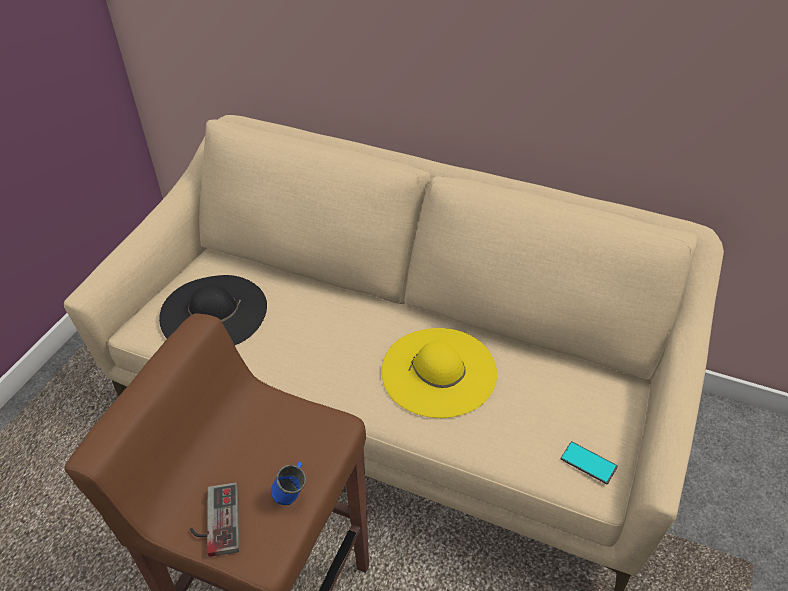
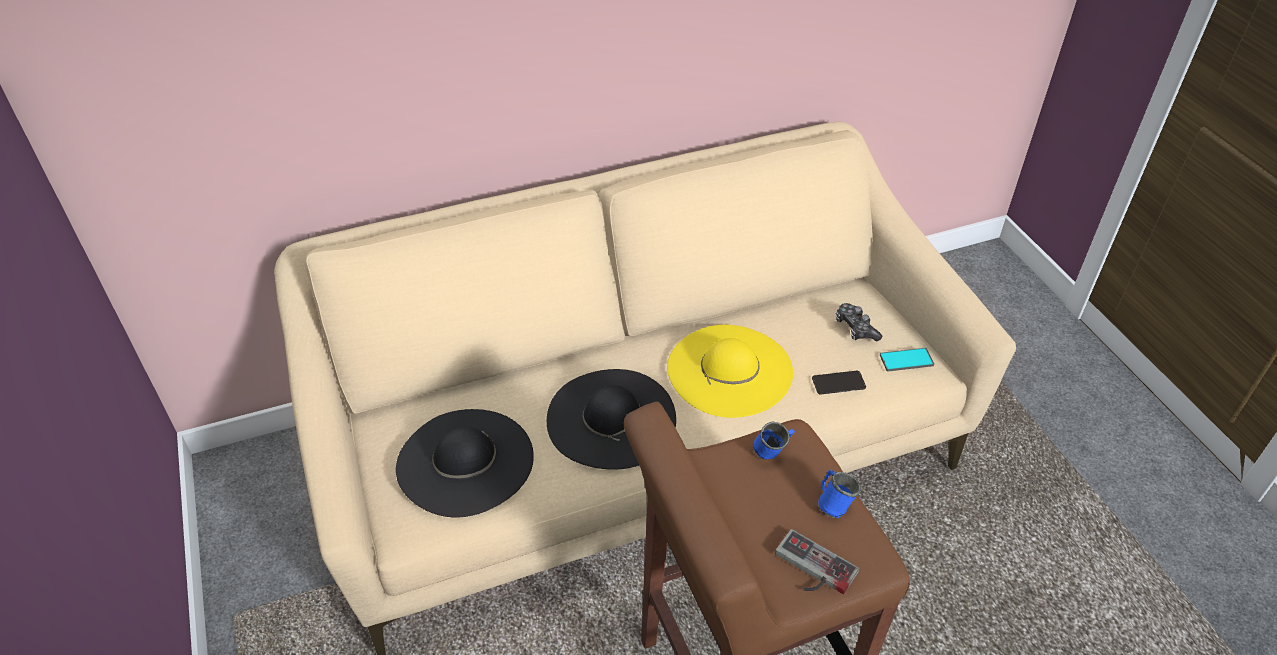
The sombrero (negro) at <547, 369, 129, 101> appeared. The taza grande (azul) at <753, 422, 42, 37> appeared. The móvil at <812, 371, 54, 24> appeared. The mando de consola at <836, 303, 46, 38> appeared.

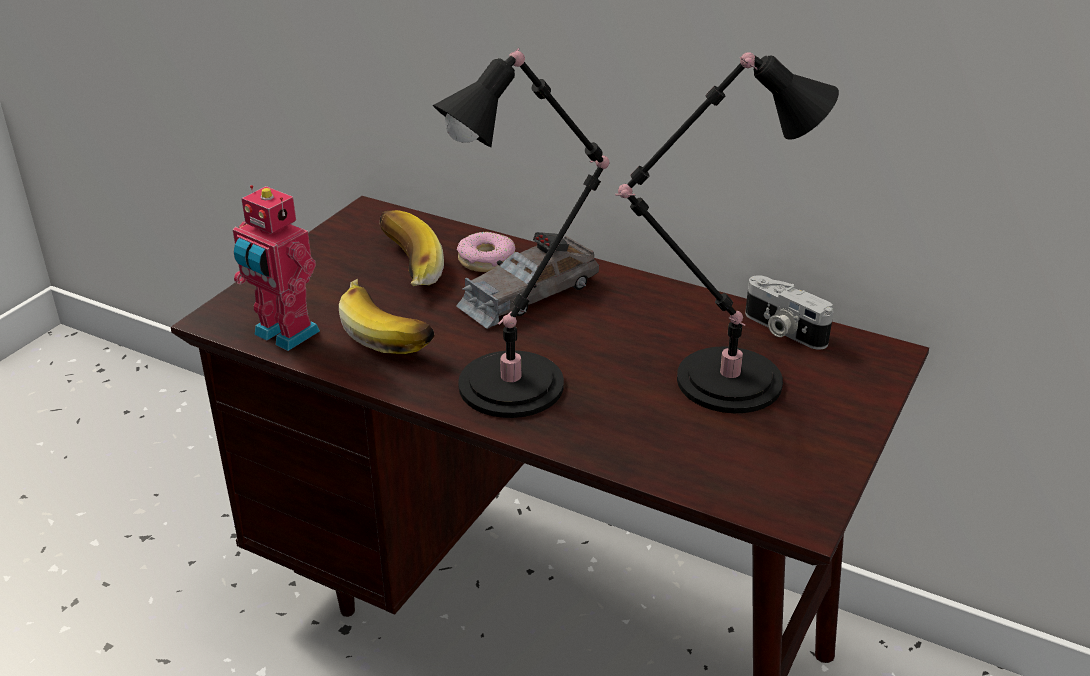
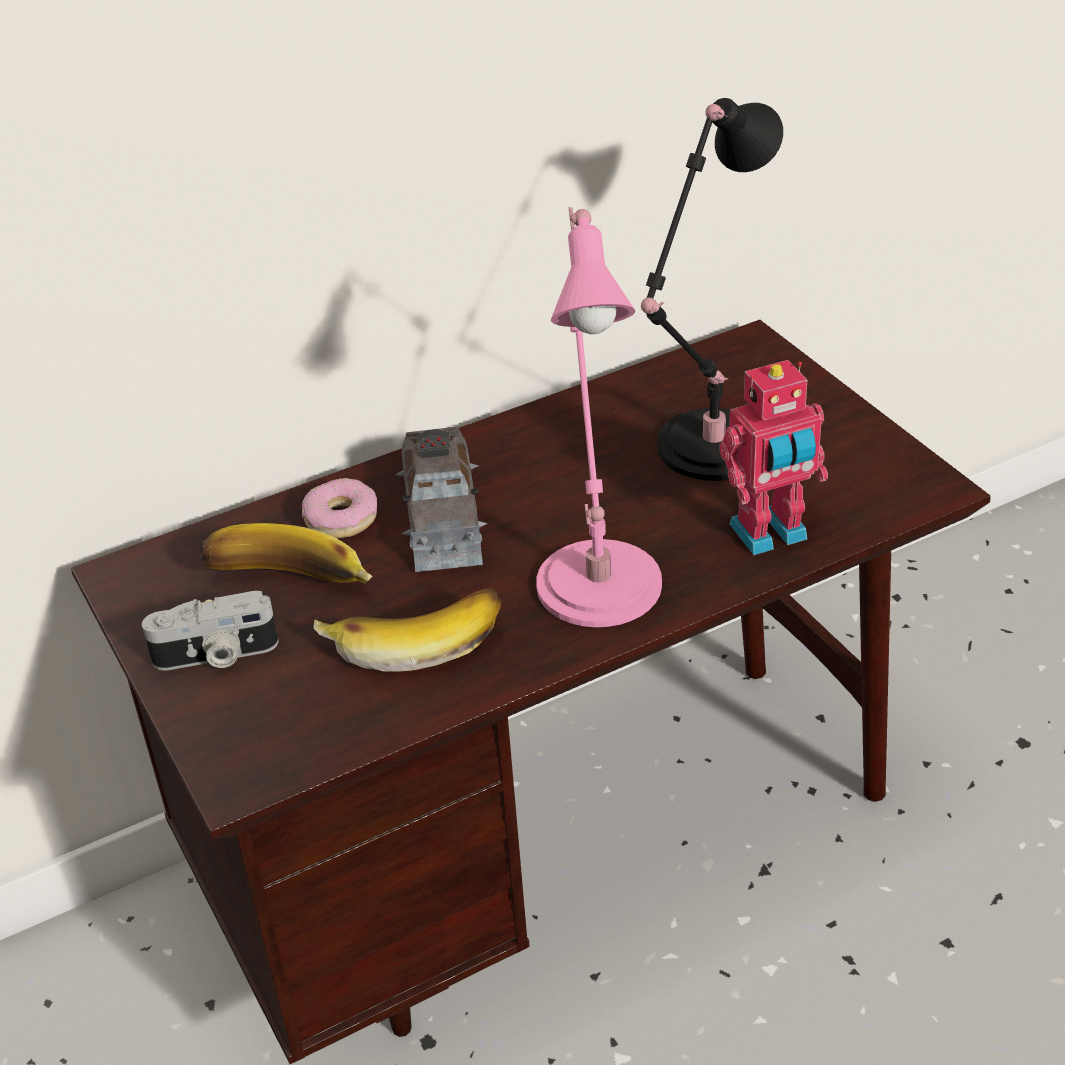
The robot de juguete moved from <233, 185, 87, 166> to <719, 360, 109, 195>. The cámara moved from <745, 275, 89, 74> to <142, 591, 137, 80>. The lámpara de mesa (negro) at <433, 48, 176, 370> became the lámpara de mesa (rosa) at <536, 207, 126, 420>.

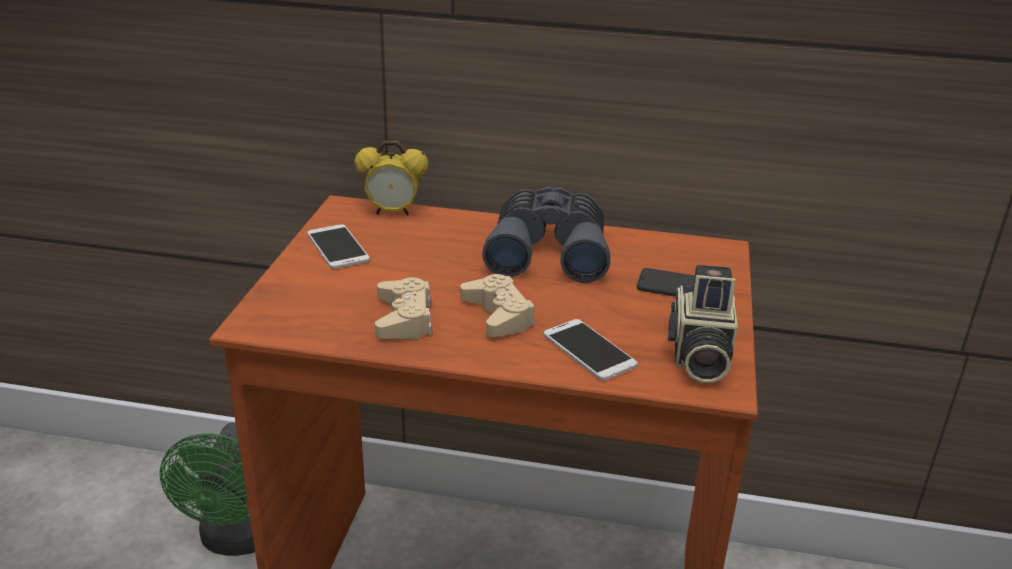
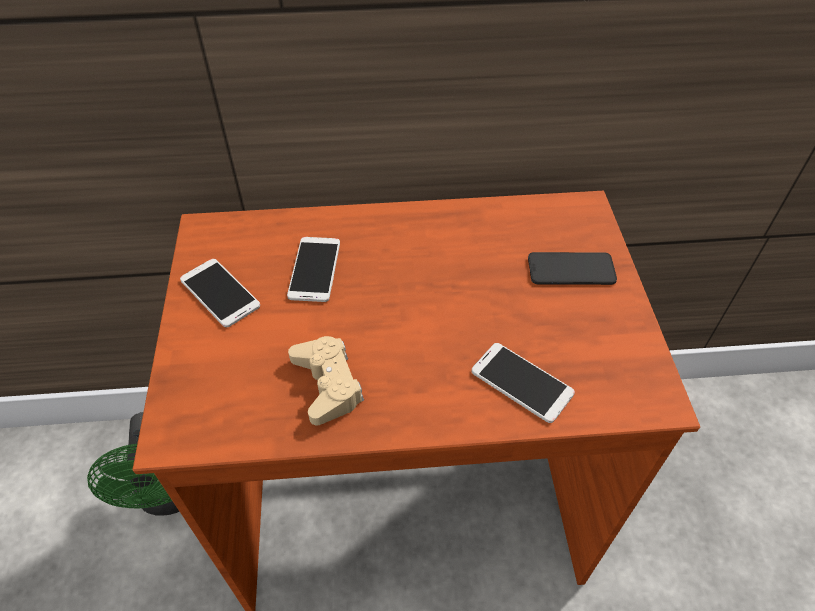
The despertador at <354, 141, 74, 74> disappeared. The mando de consola (beis) at <460, 274, 75, 63> disappeared. The prismáticos (gris) at <482, 186, 128, 97> disappeared. The cámara at <668, 265, 70, 118> disappeared. The móvil at <287, 237, 53, 65> appeared.

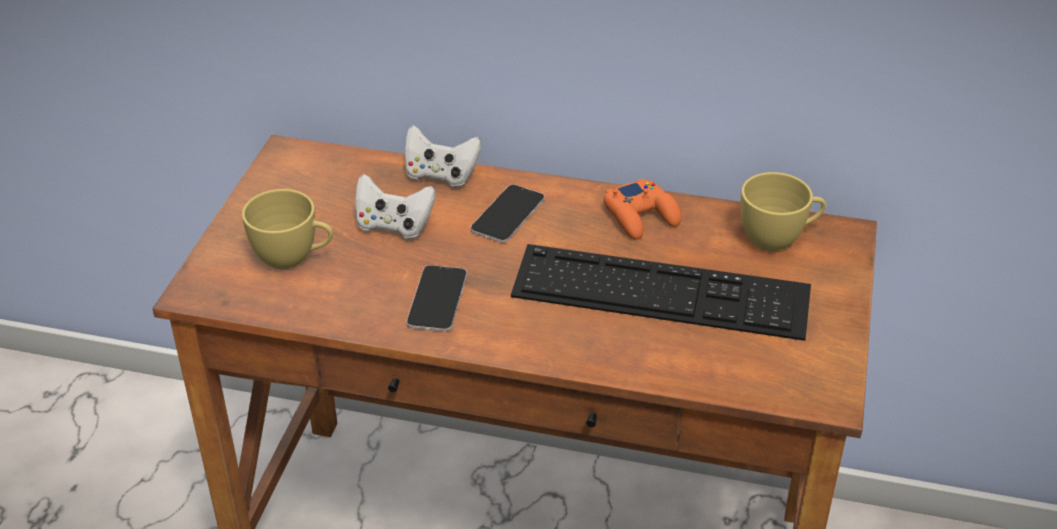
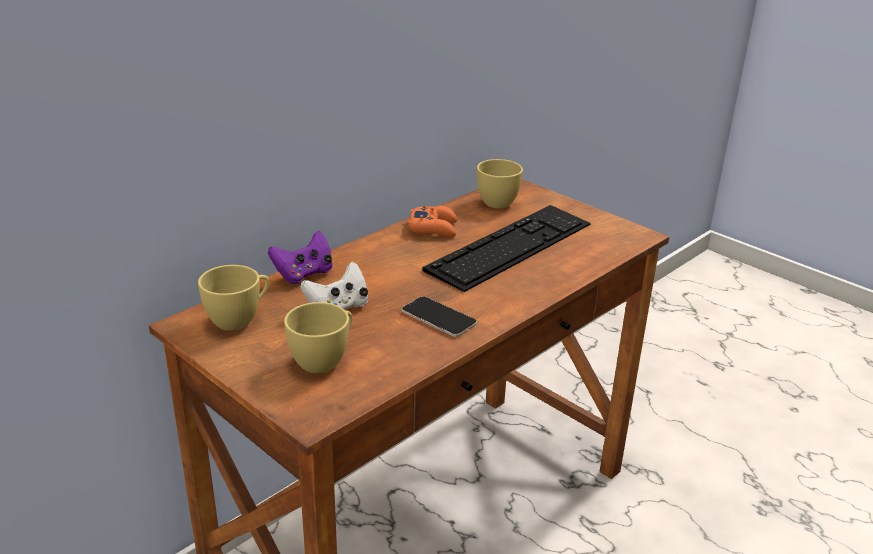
The móvil at <470, 184, 75, 59> disappeared. The taza (amarillo) at <198, 265, 72, 66> appeared. The mando de consola (blanco) at <404, 125, 78, 62> became the mando de consola (morado) at <268, 230, 65, 54>.

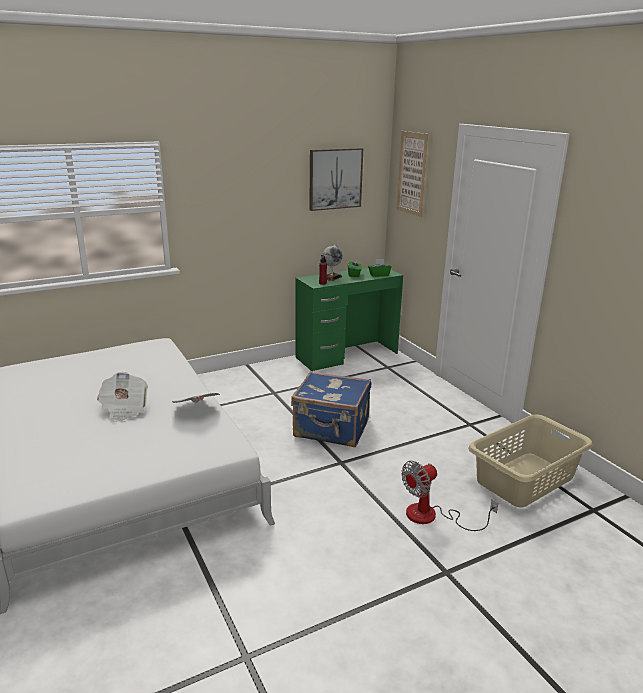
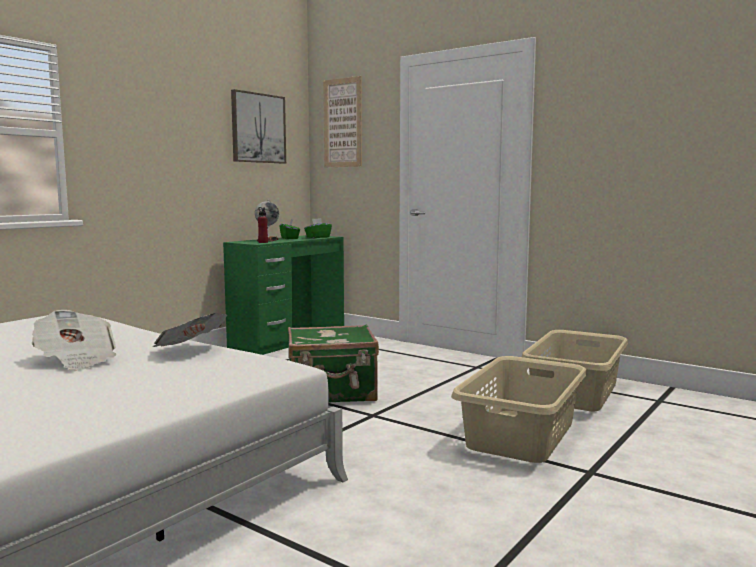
The ventilador at <401, 461, 97, 70> was replaced by the cesto de la ropa (beis) at <451, 356, 136, 107>. The maleta (azul) at <291, 371, 80, 76> became the maleta (verde) at <288, 324, 91, 78>.

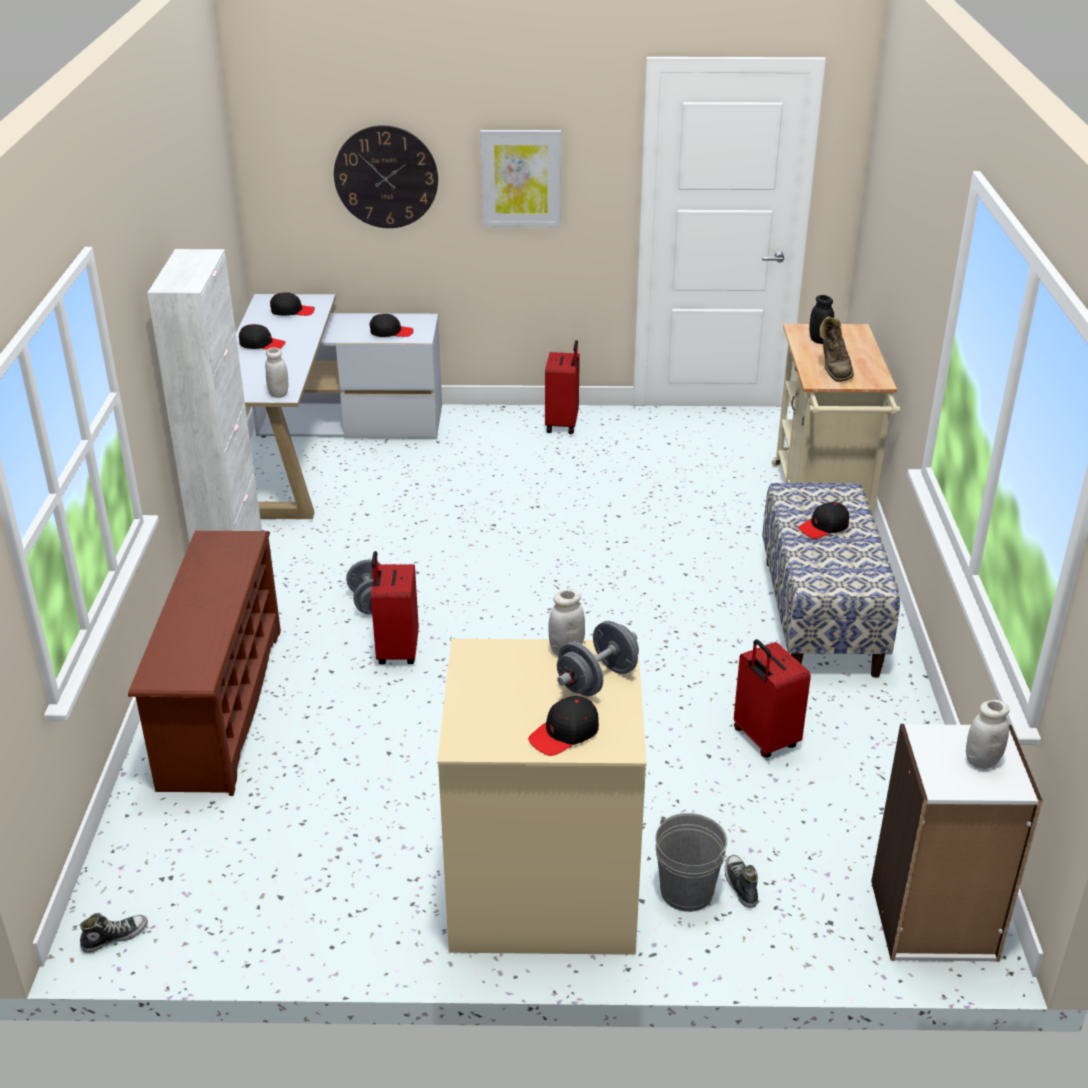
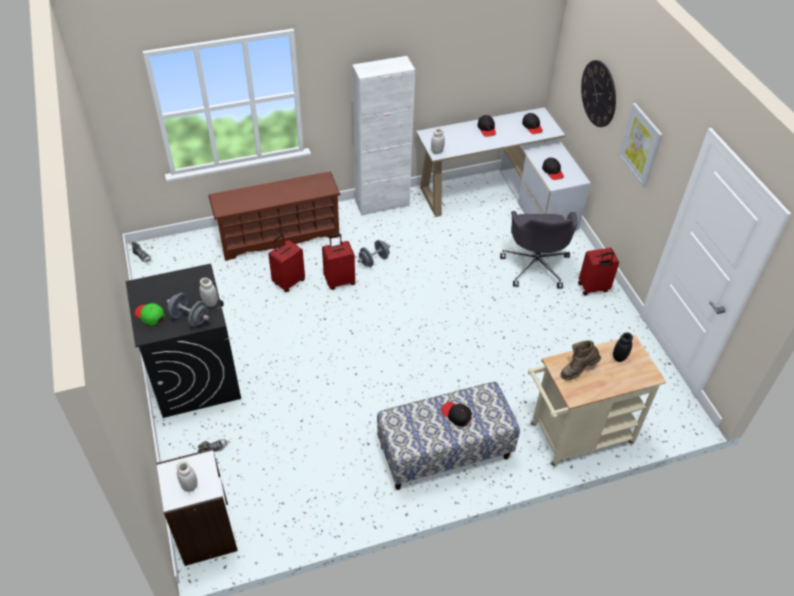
The cubo (gris) at <655, 813, 72, 99> disappeared. The silla de oficina (gris) at <500, 211, 77, 77> appeared. The maleta (rojo) moved from <734, 639, 77, 119> to <268, 235, 37, 57>. The lavadora (beis) at <437, 639, 210, 316> became the lavadora (negro) at <126, 264, 115, 154>. The gorra (negro) at <528, 696, 71, 60> became the gorra (verde) at <134, 303, 31, 22>.

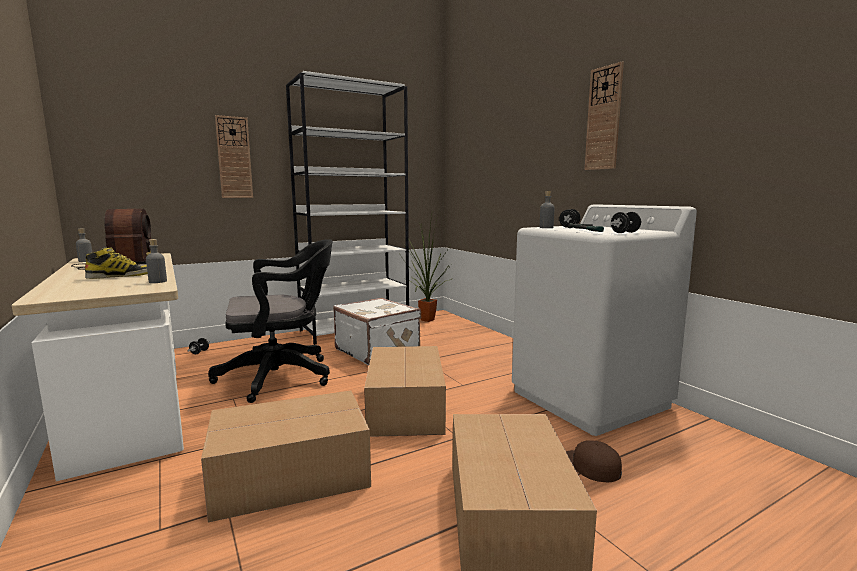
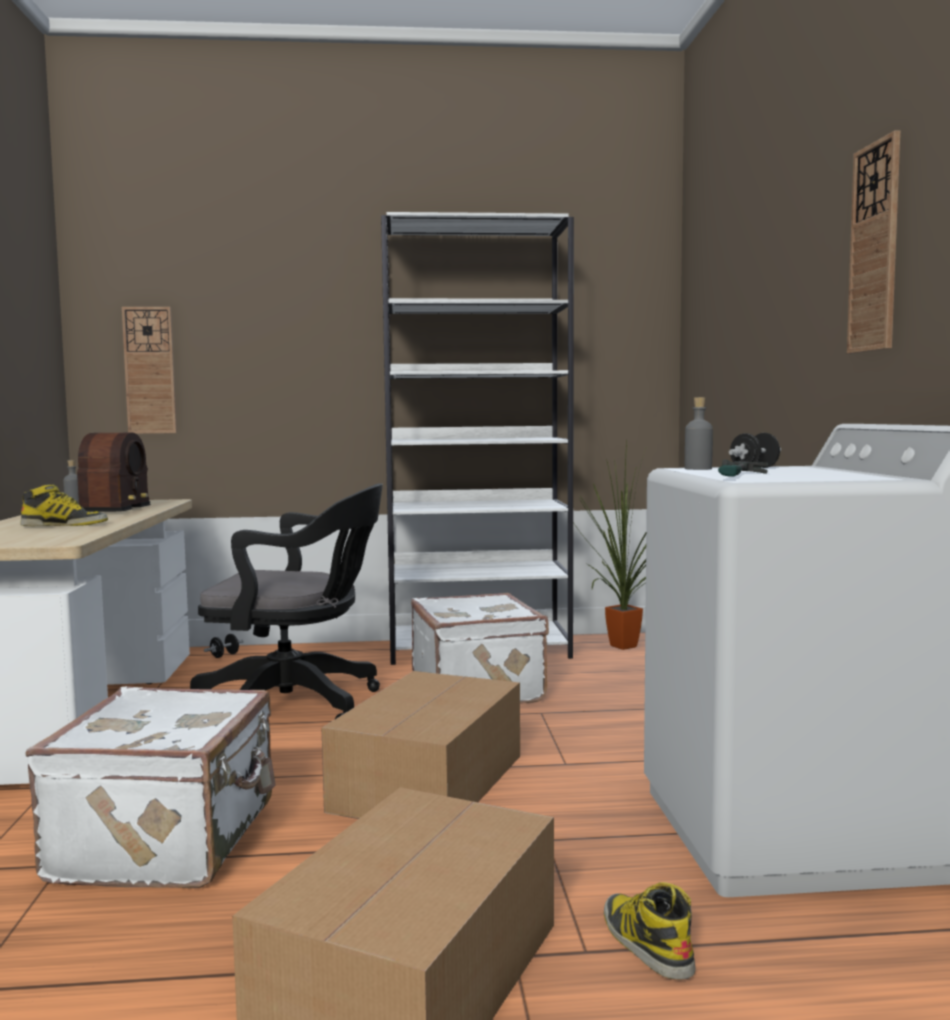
The botella (gris) at <146, 239, 21, 44> disappeared. The mancuerna (negro) at <610, 212, 32, 21> disappeared. The reloj de pared moved from <215, 115, 38, 83> to <122, 307, 55, 127>. The caja de cartón at <201, 390, 170, 132> was replaced by the maleta (blanco) at <25, 686, 250, 202>. The gorra (marrón) at <566, 440, 56, 42> was replaced by the bota at <604, 882, 92, 98>.

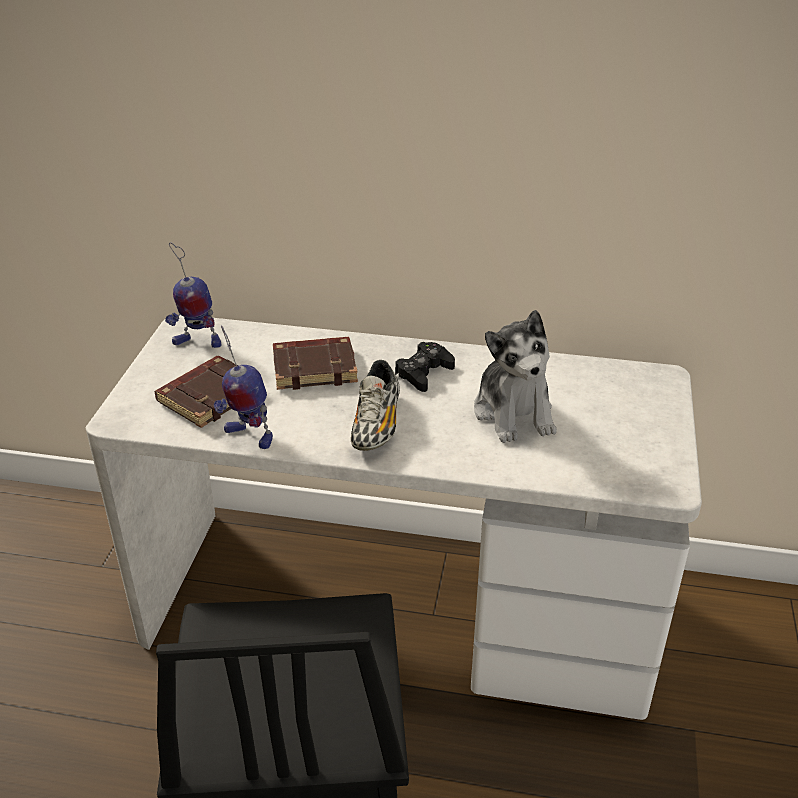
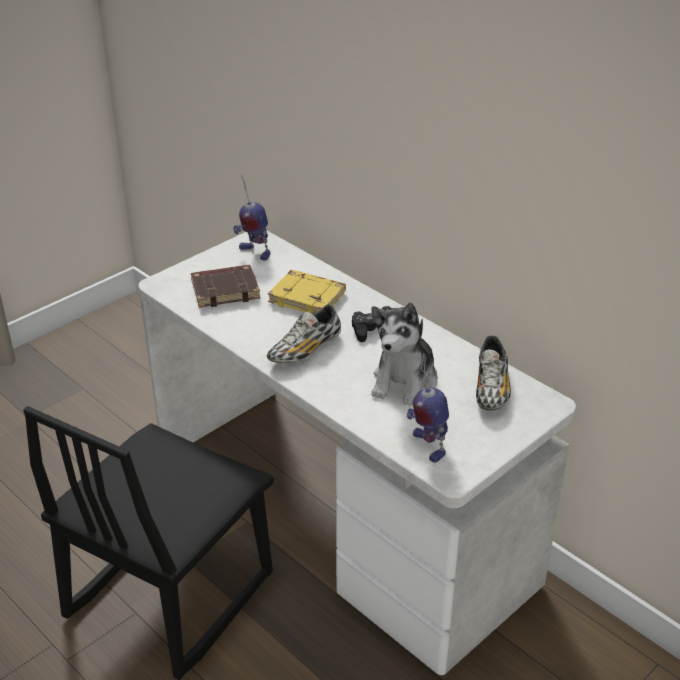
The zapato at <476, 336, 35, 75> appeared. The robot de juguete moved from <214, 325, 59, 124> to <407, 353, 42, 110>. The libro (marrón) at <273, 337, 85, 53> became the libro (amarillo) at <268, 270, 78, 44>.

